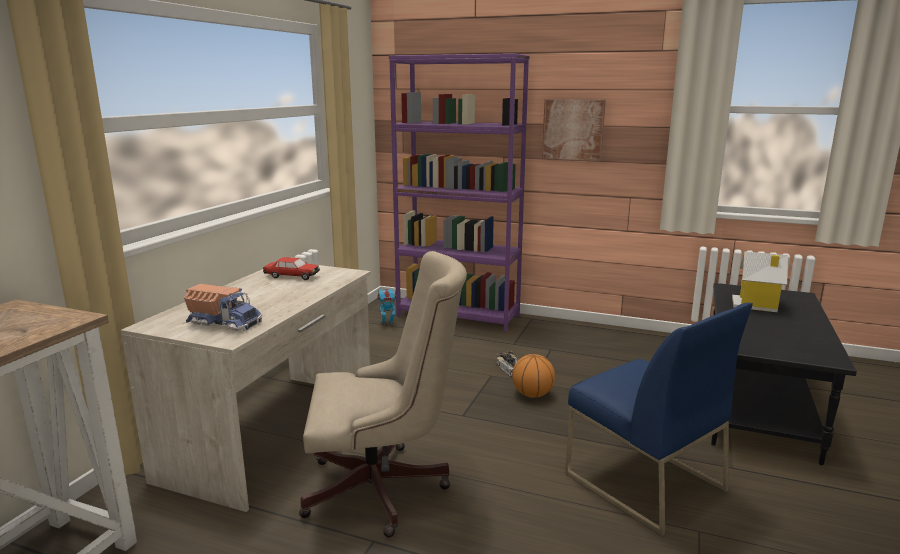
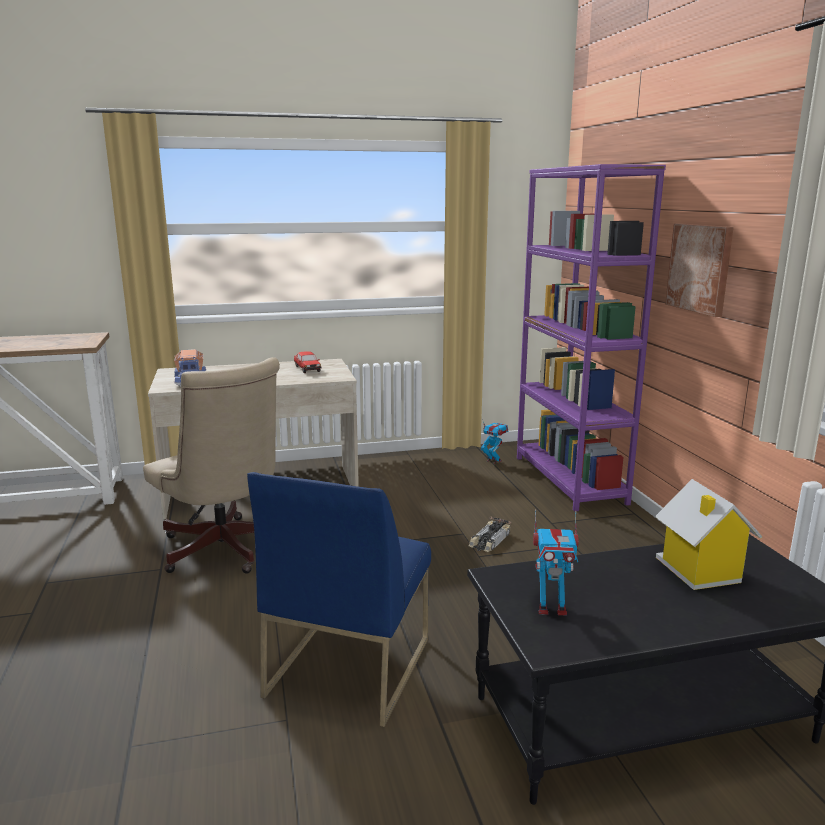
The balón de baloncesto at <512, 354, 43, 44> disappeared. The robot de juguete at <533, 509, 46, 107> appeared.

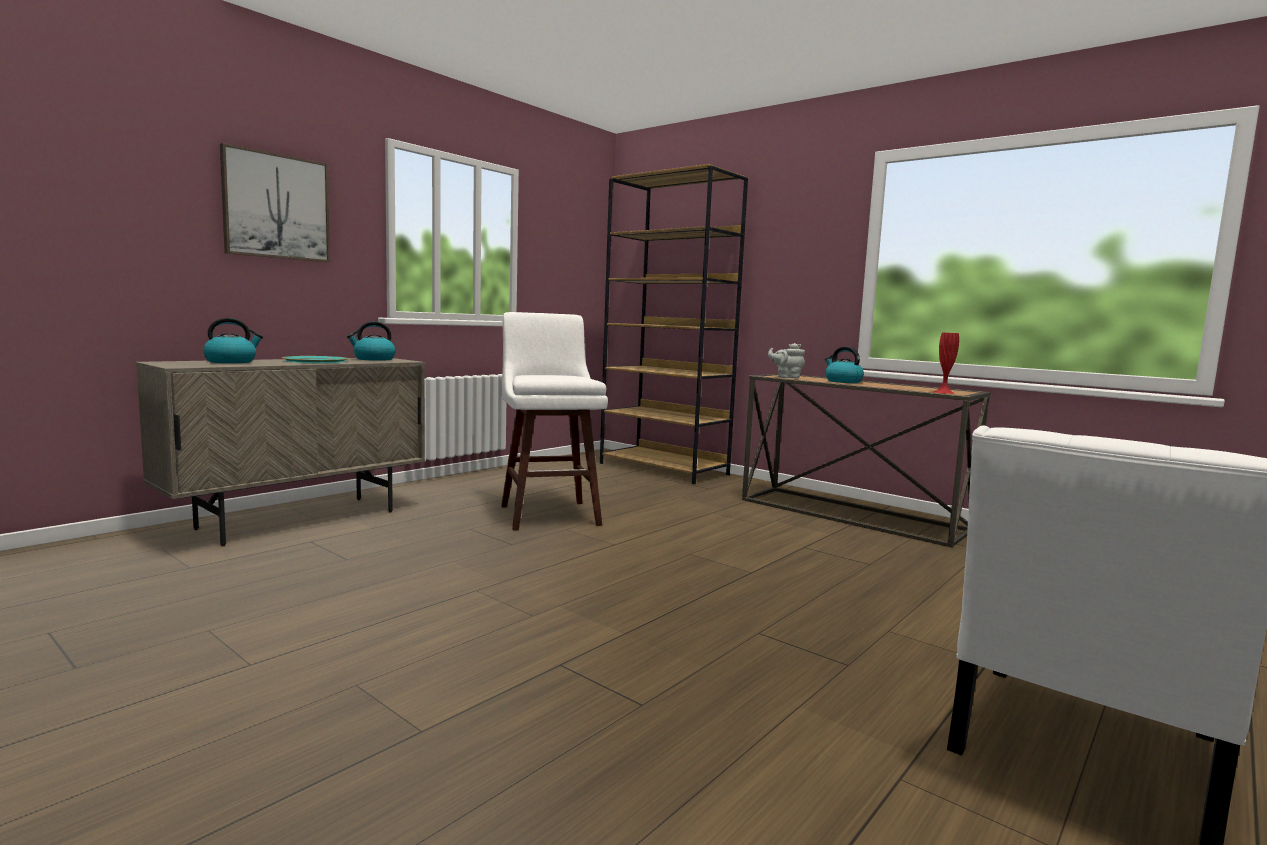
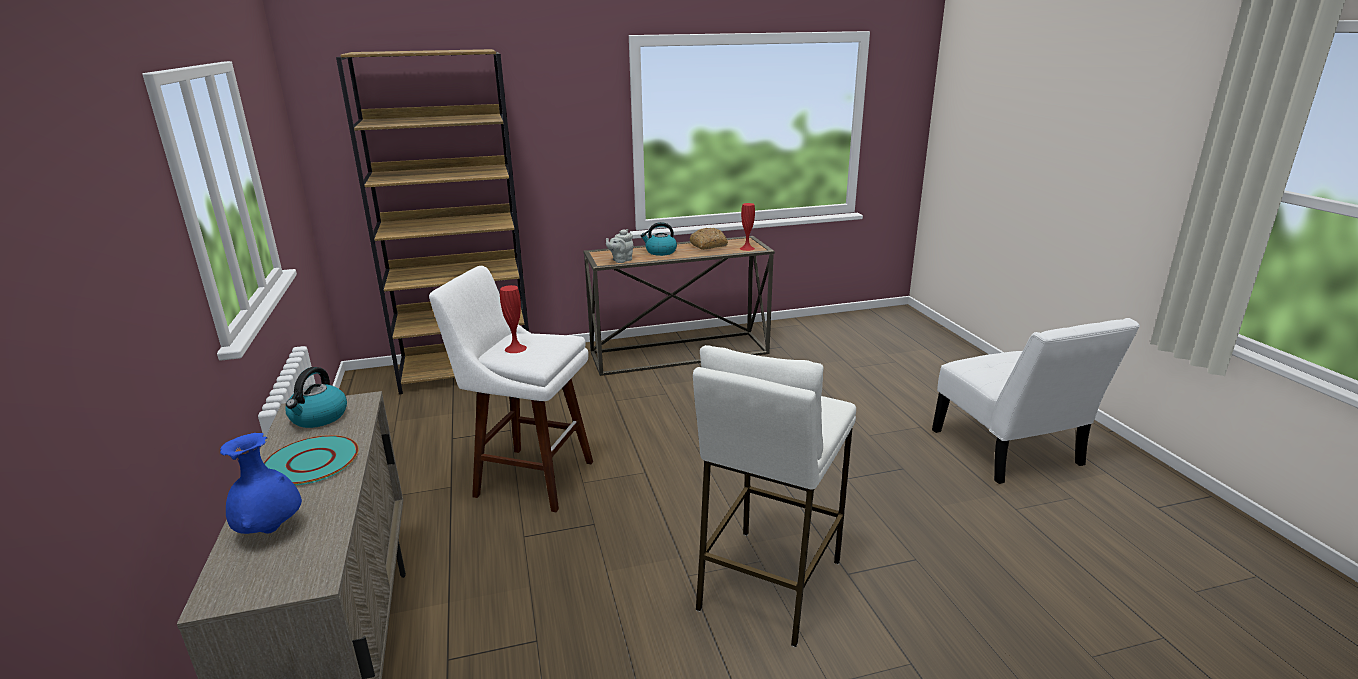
The cuadro at <220, 143, 110, 119> disappeared. The florero (rojo) at <500, 285, 27, 68> appeared. The pan at <690, 228, 38, 22> appeared. The taburete (blanco) at <693, 345, 163, 302> appeared. The hervidor at <203, 318, 60, 45> was replaced by the florero (azul) at <220, 433, 82, 101>.

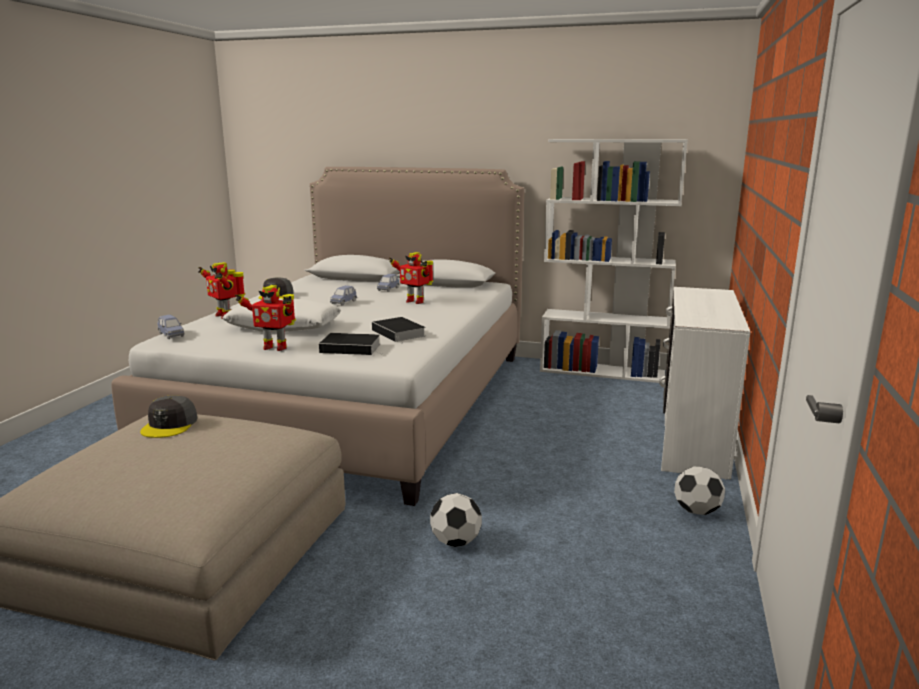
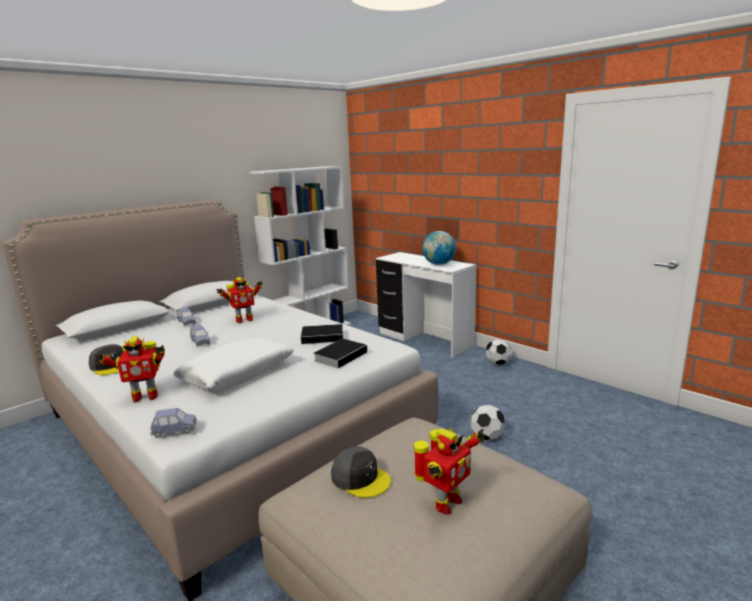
The globo terráqueo at <422, 231, 34, 34> appeared. The robot de juguete moved from <235, 285, 61, 66> to <414, 428, 70, 86>.

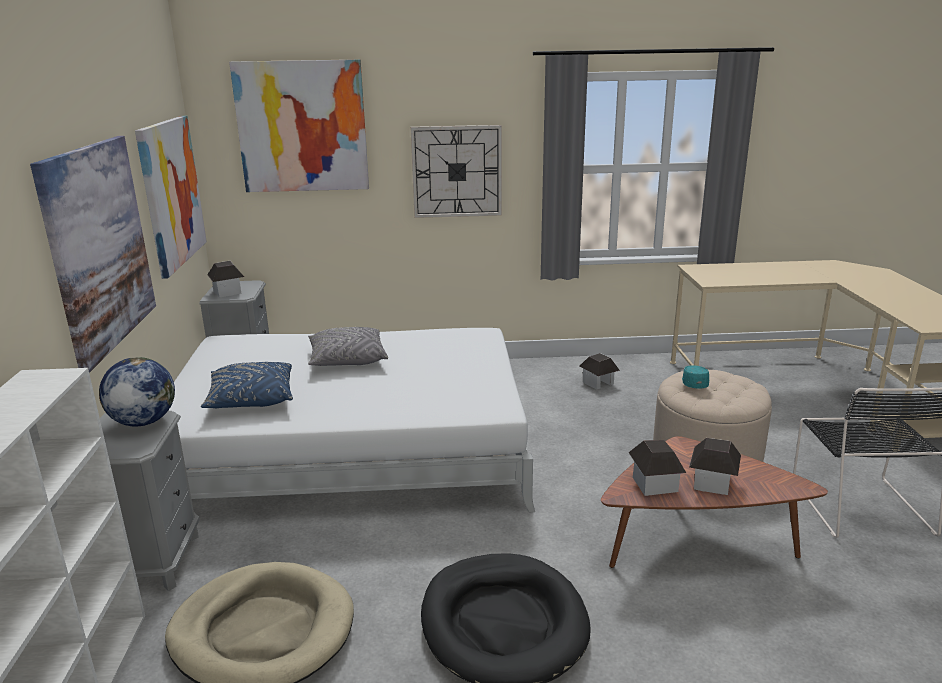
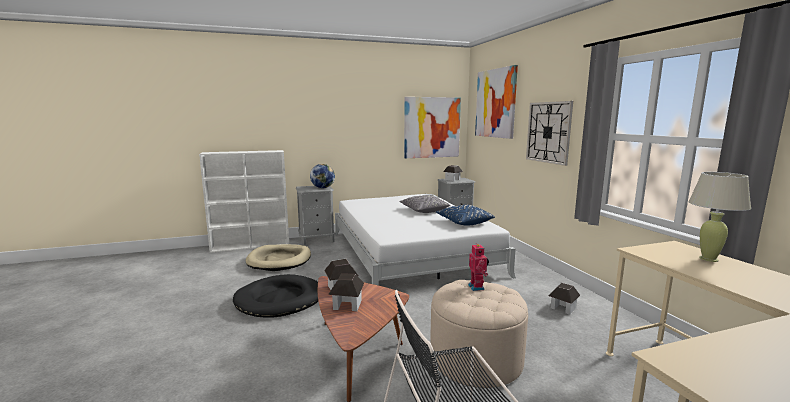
The cuadro at <30, 136, 126, 237> disappeared. The lámpara de mesa (beis) at <689, 172, 62, 90> appeared. The cojín (azul) moved from <201, 362, 92, 47> to <436, 205, 59, 21>. The gorra (turquesa) at <682, 365, 27, 24> was replaced by the robot de juguete at <468, 243, 21, 48>.

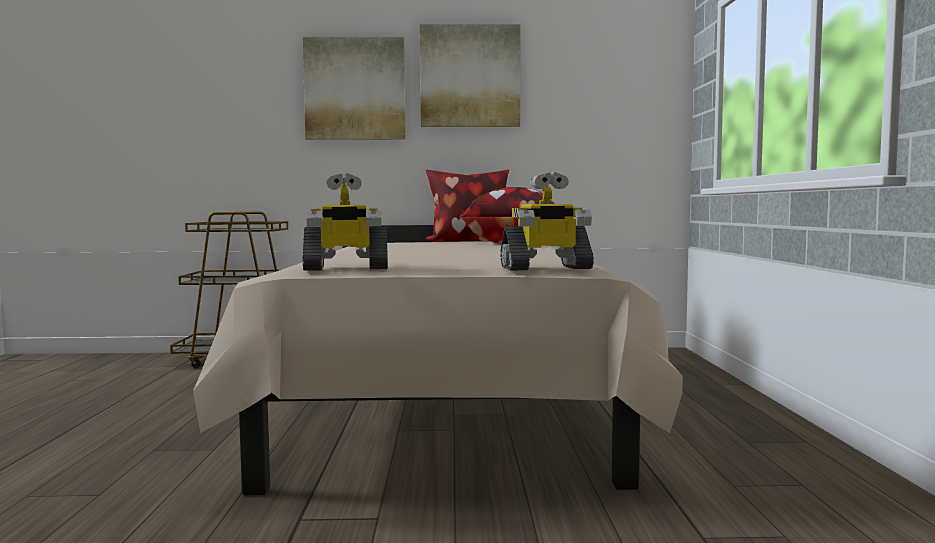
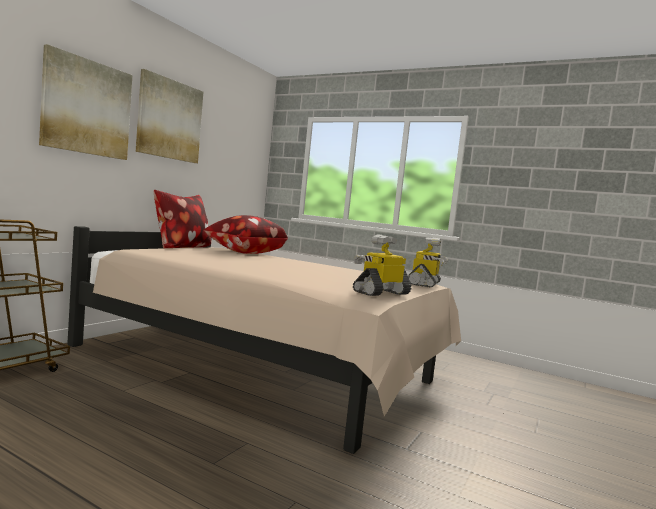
The robot de juguete at <303, 173, 85, 97> turned 150 degrees counterclockwise.

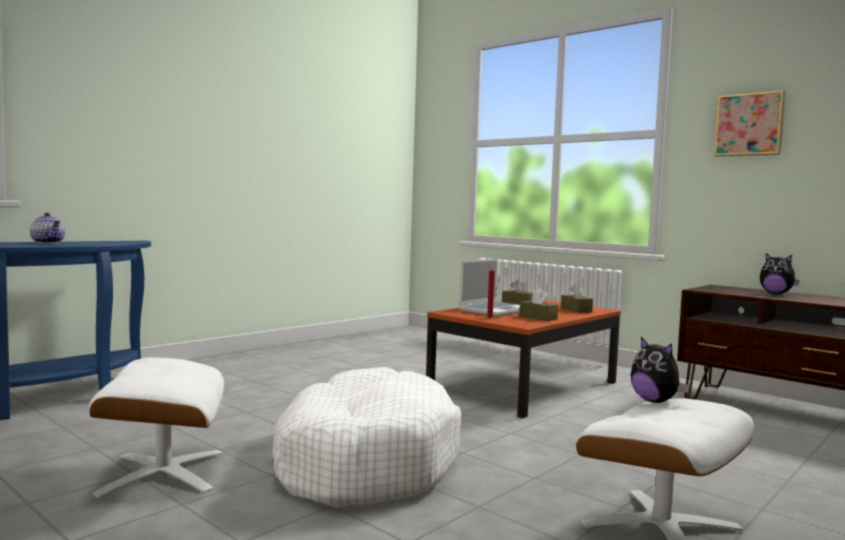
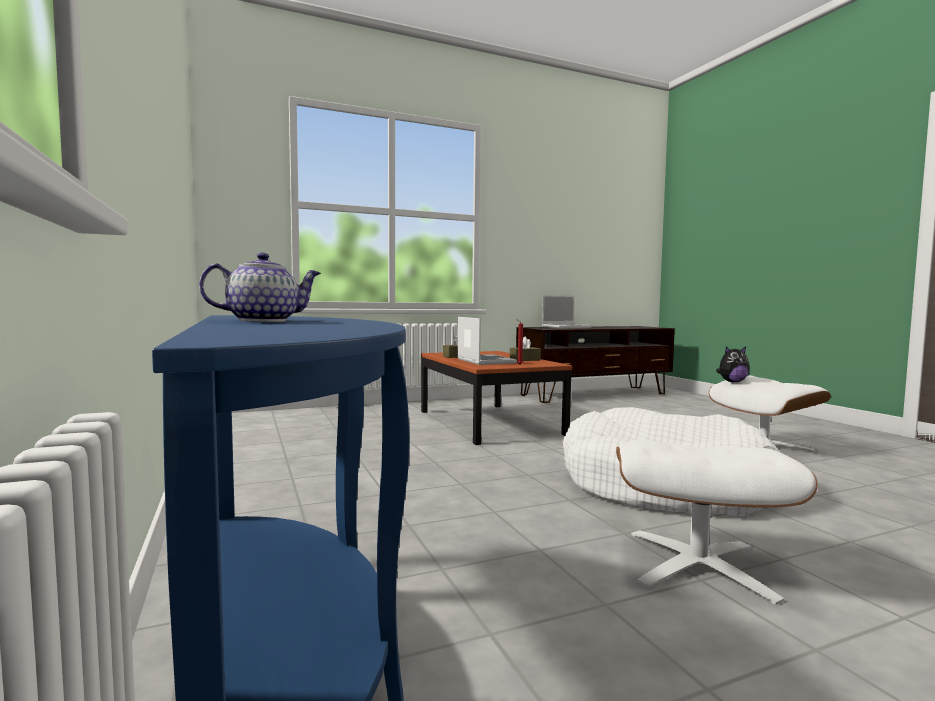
The caja de pañuelos (marrón) at <561, 284, 32, 29> disappeared. The cuadro at <714, 90, 72, 66> disappeared. The peluche at <760, 253, 40, 41> was replaced by the portátil at <542, 295, 50, 33>.

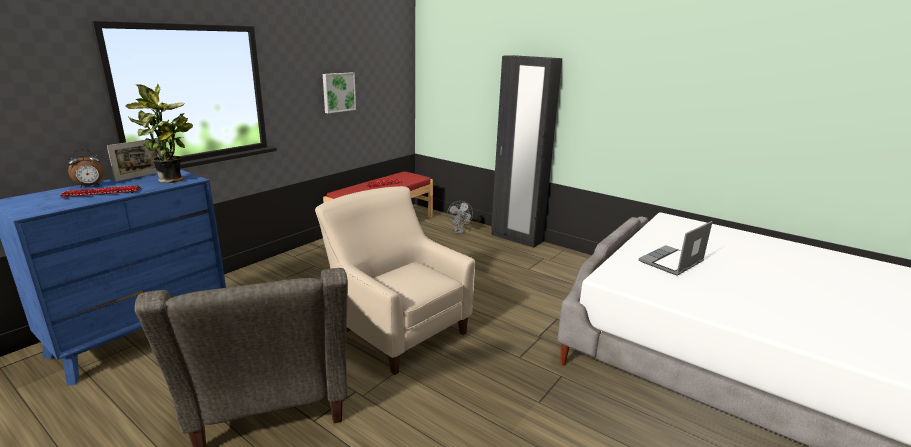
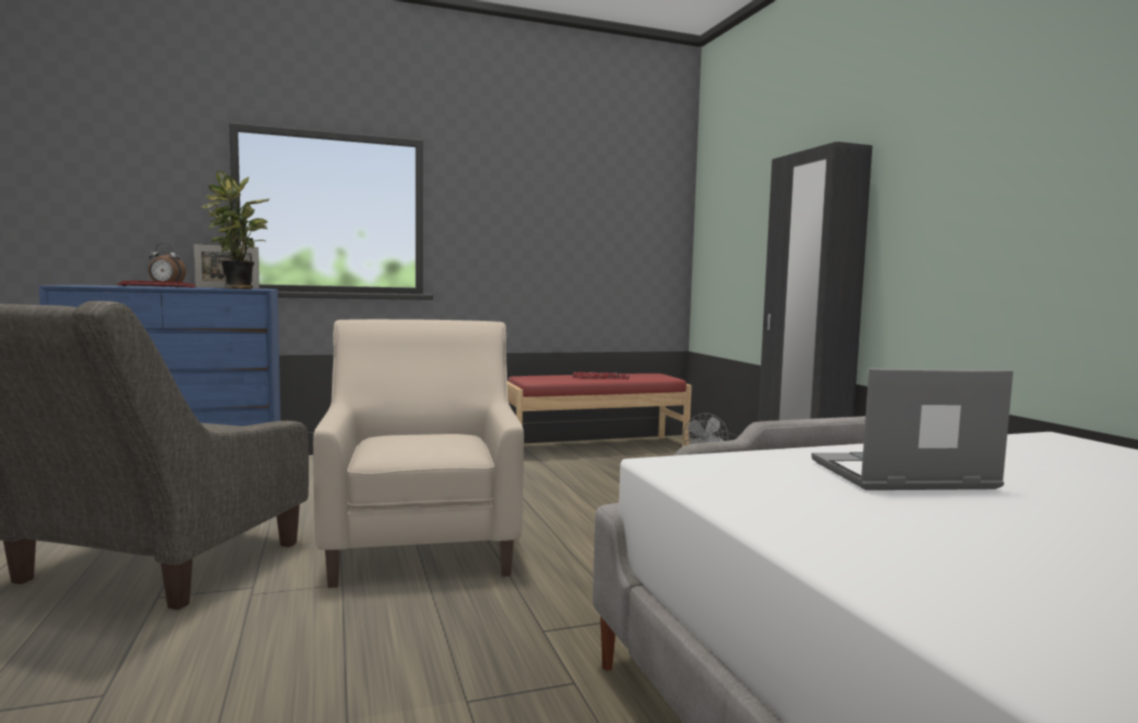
The cuadro at <323, 72, 33, 41> disappeared.

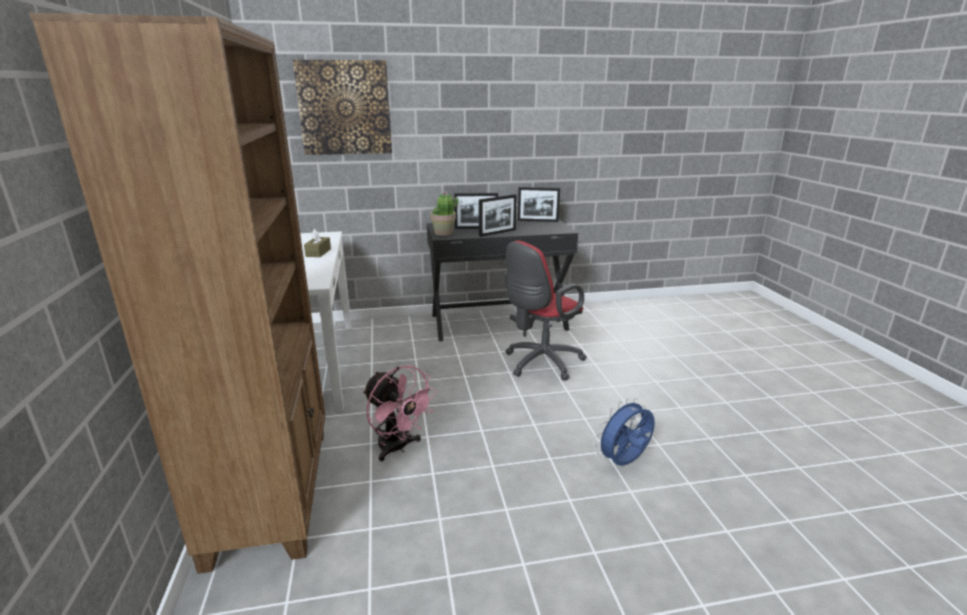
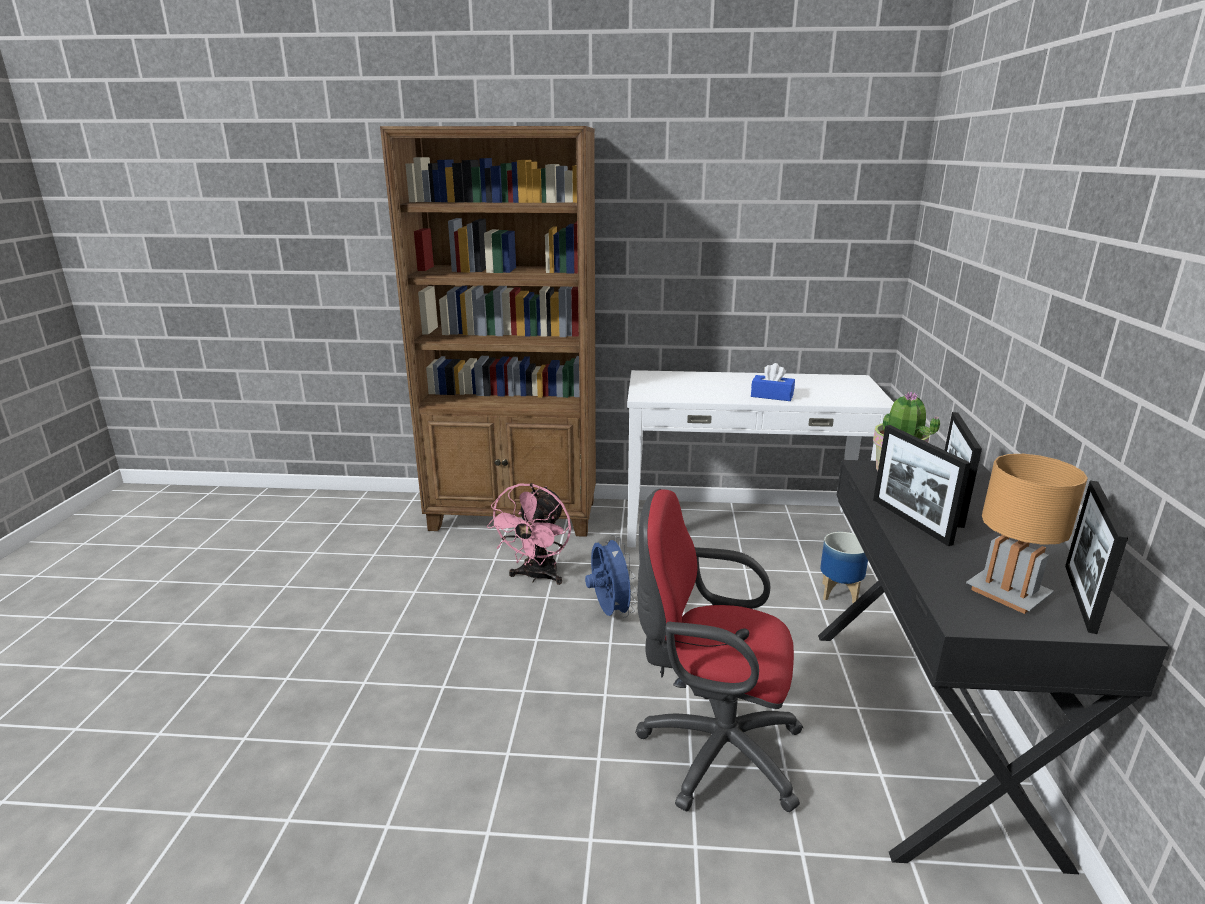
The cuadro at <293, 60, 99, 95> disappeared. The maceta at <820, 532, 48, 71> appeared. The lámpara de mesa (marrón) at <966, 454, 122, 160> appeared. The ventilador (azul) moved from <595, 398, 60, 68> to <585, 534, 52, 84>. The caja de pañuelos (marrón) at <304, 229, 27, 28> became the caja de pañuelos (azul) at <751, 363, 44, 38>. The ventilador (rosa) at <363, 365, 74, 96> turned 45 degrees counterclockwise. The silla de oficina (rojo) at <505, 241, 81, 140> turned 45 degrees counterclockwise.

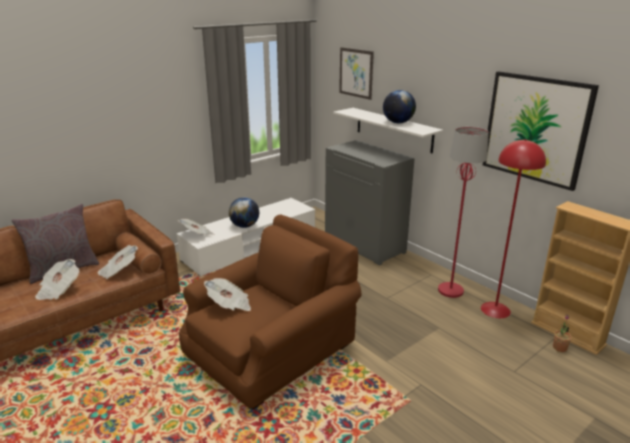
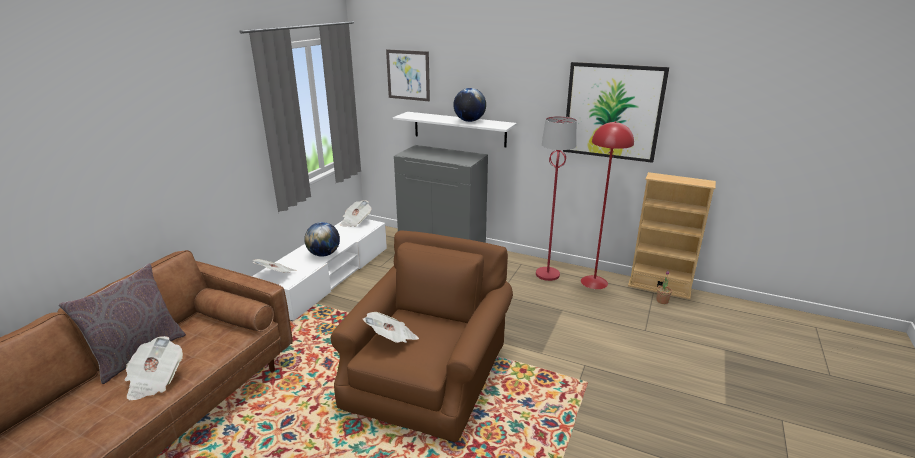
The periódico moved from <98, 245, 40, 34> to <340, 200, 32, 27>.

